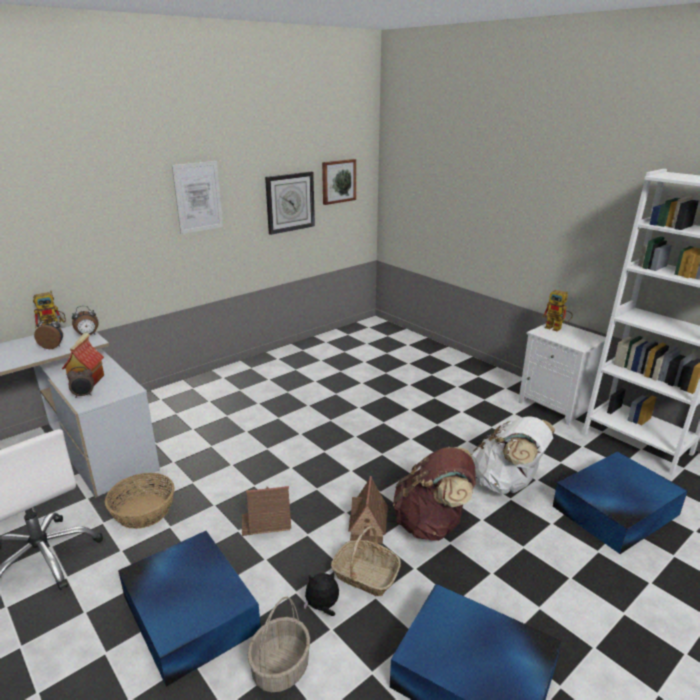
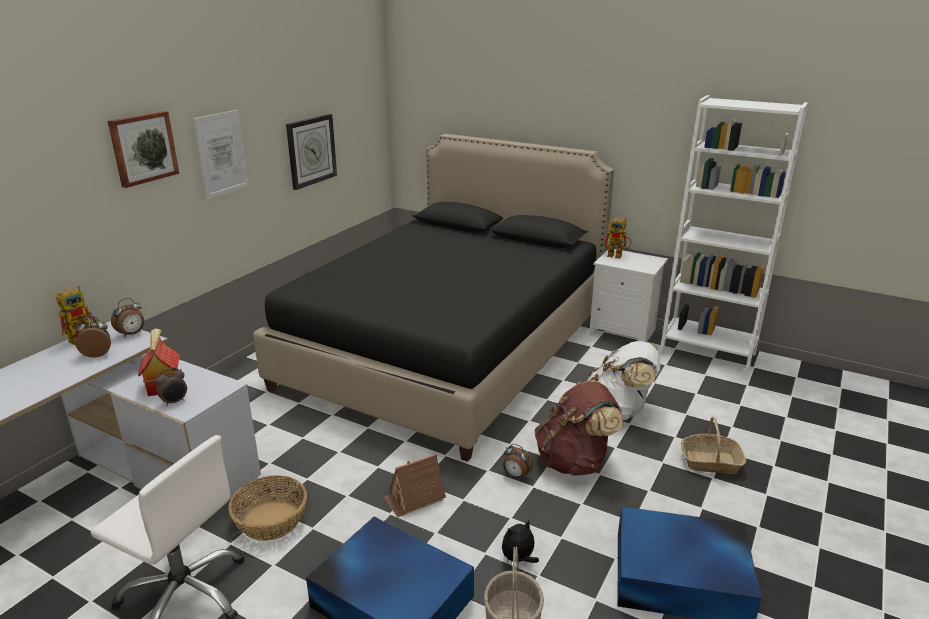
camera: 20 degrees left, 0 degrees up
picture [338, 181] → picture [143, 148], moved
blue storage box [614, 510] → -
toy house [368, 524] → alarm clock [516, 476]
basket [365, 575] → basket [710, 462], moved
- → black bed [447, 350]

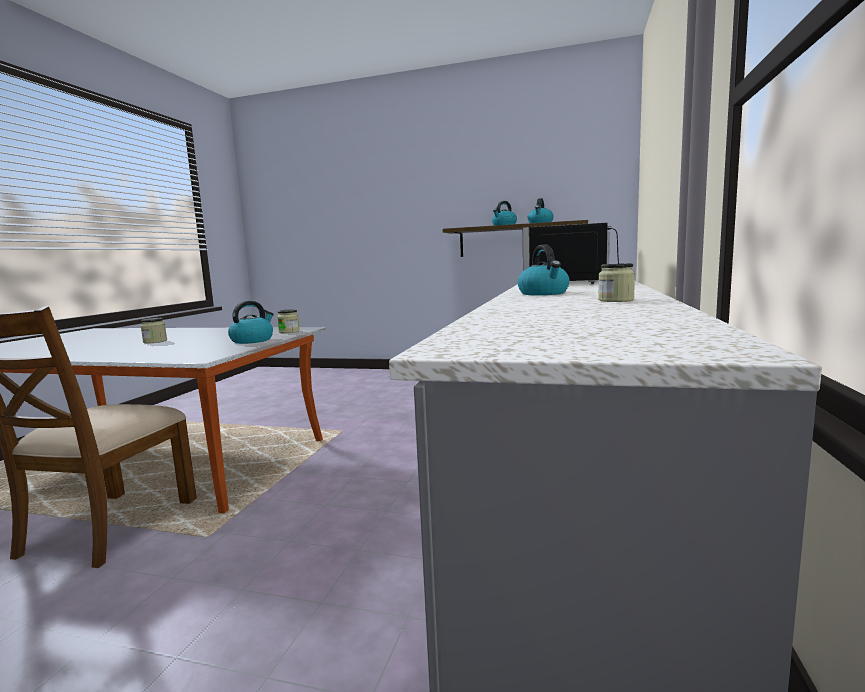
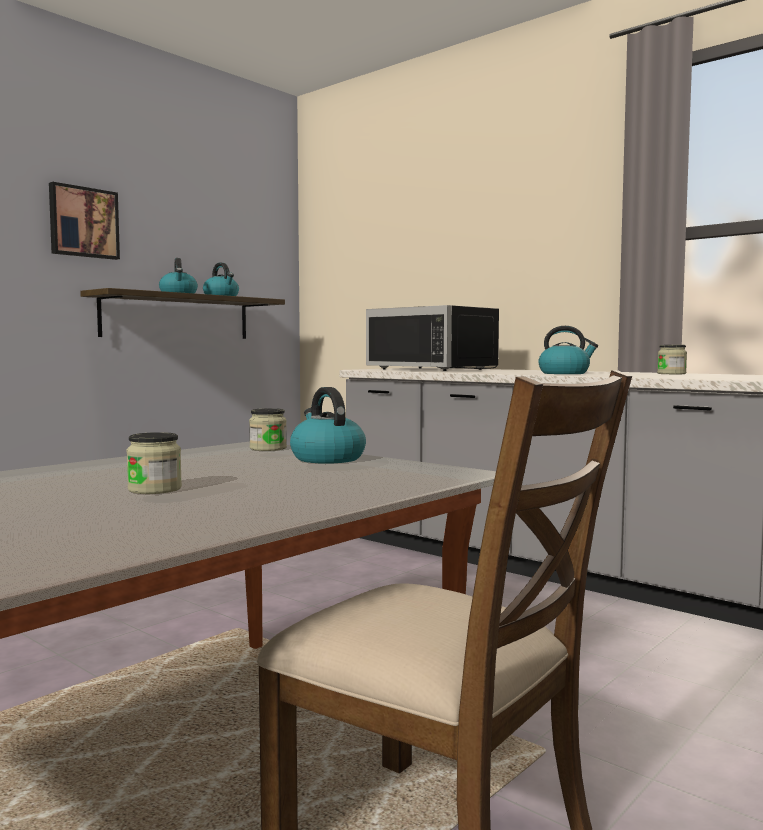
camera: 65 degrees left, 5 degrees down
- → picture [83, 222]

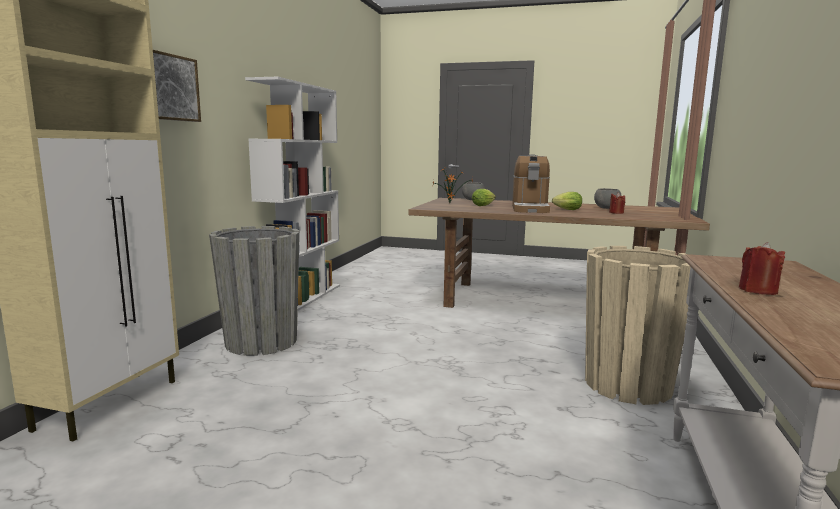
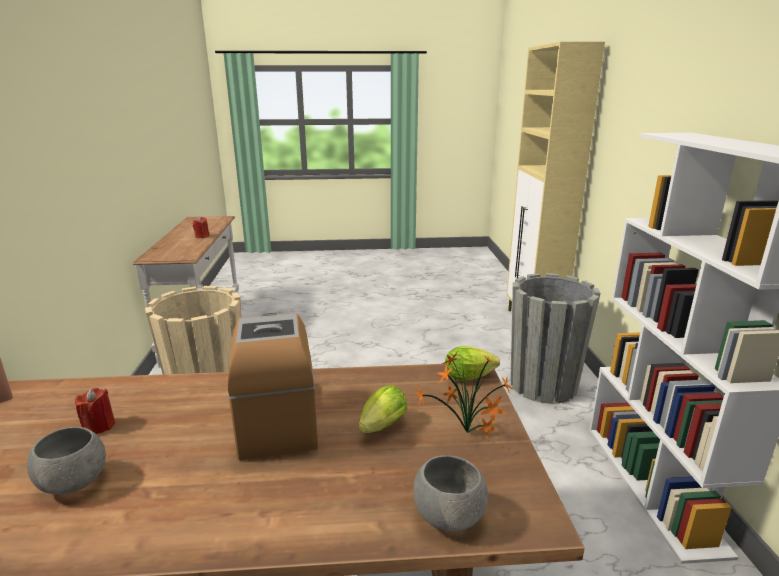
camera: 160 degrees right, 10 degrees up
picture [171, 88] → -
lettuce [566, 209] → lettuce [472, 377], moved

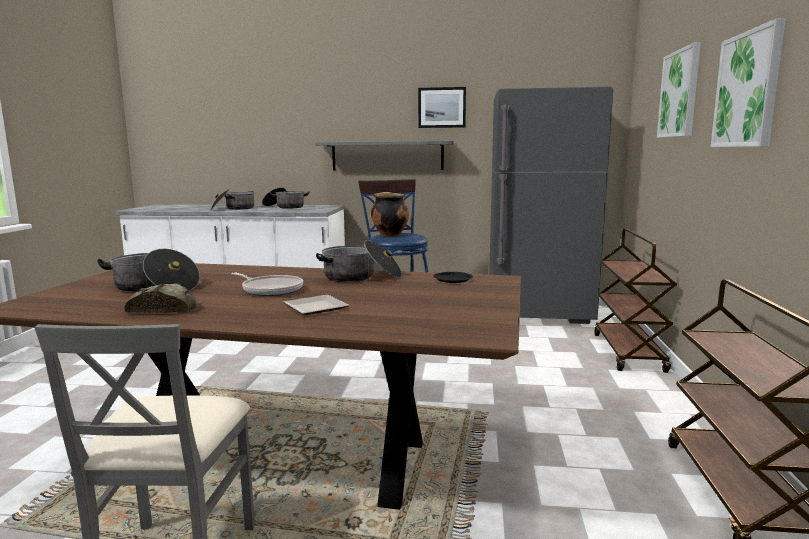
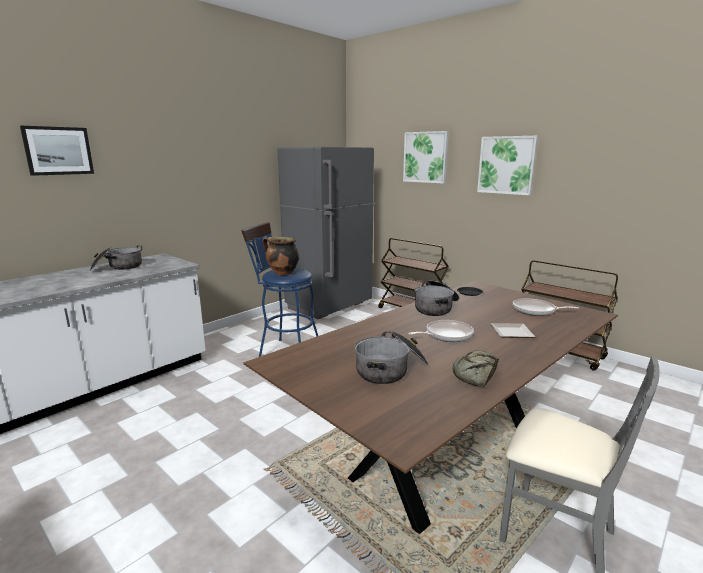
camera: 55 degrees left, 5 degrees up
picture [442, 107] → picture [58, 151], moved
grey shelf [387, 155] → -
cooking pot [233, 208] → -
- → frying pan [536, 311]

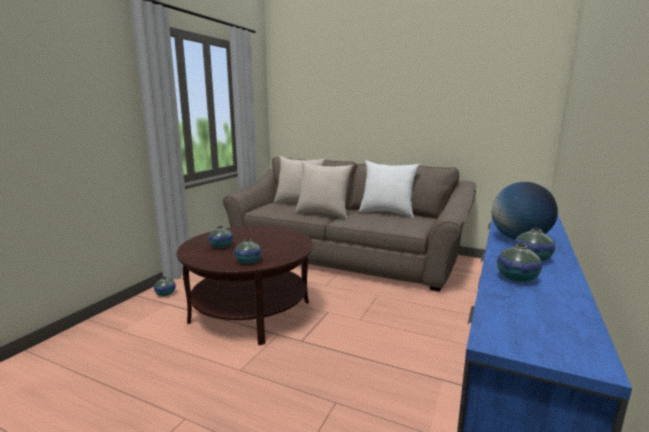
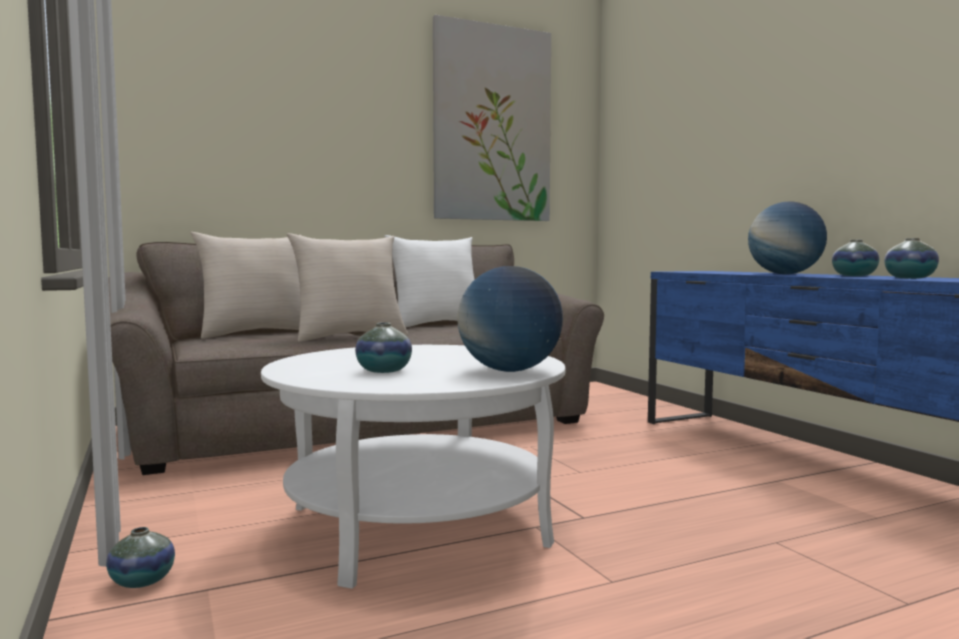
camera: 50 degrees left, 10 degrees down
brown coffee table [251, 311] → white coffee table [418, 524]
vase [248, 261] → globe [509, 371]
- → picture [492, 124]

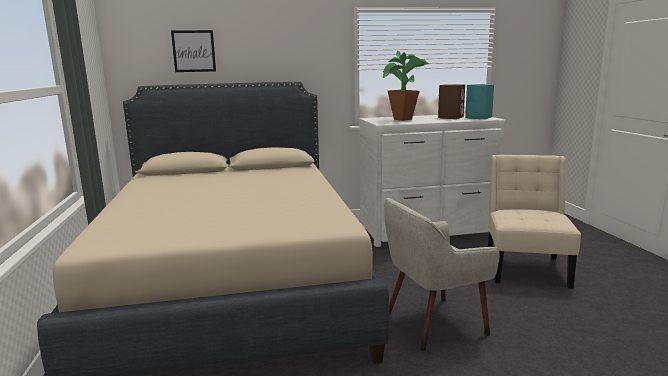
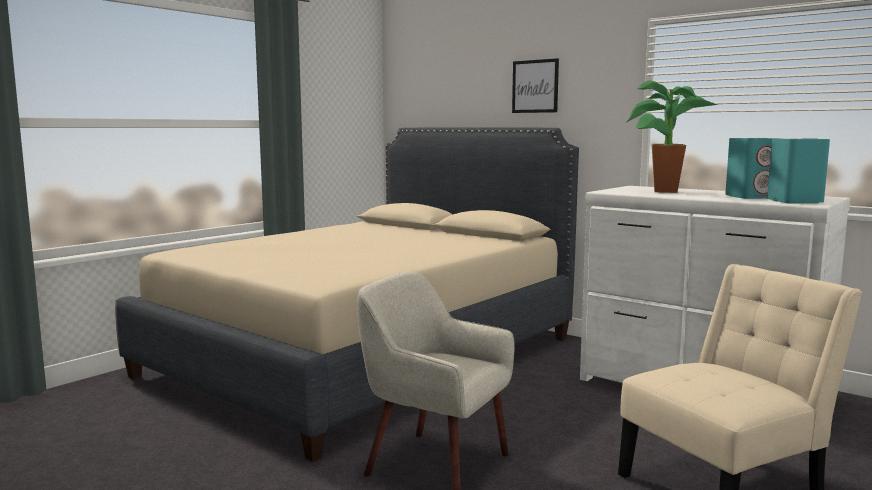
camera: 50 degrees right, 5 degrees down
picture [194, 51] → picture [535, 86], moved
brown speaker [451, 117] → turquoise speaker [751, 197]

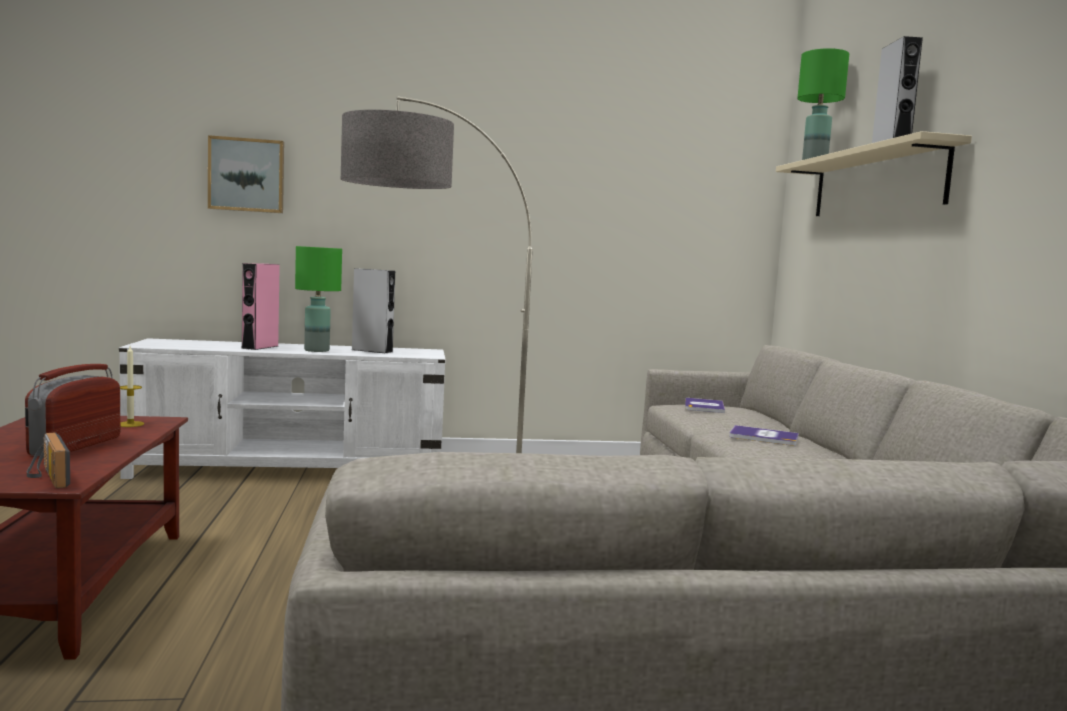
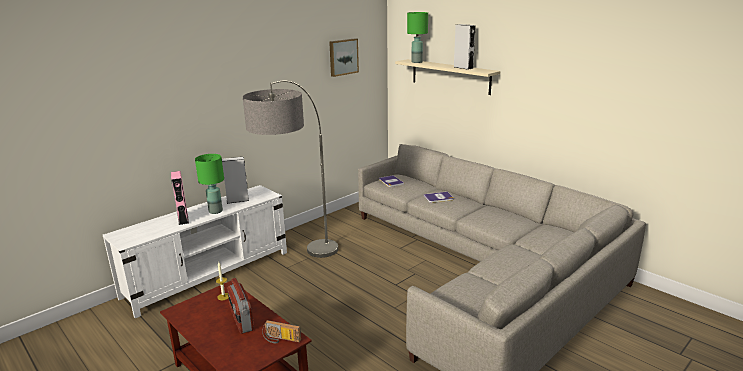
camera: 35 degrees left, 15 degrees up
picture [247, 175] → picture [343, 57], moved

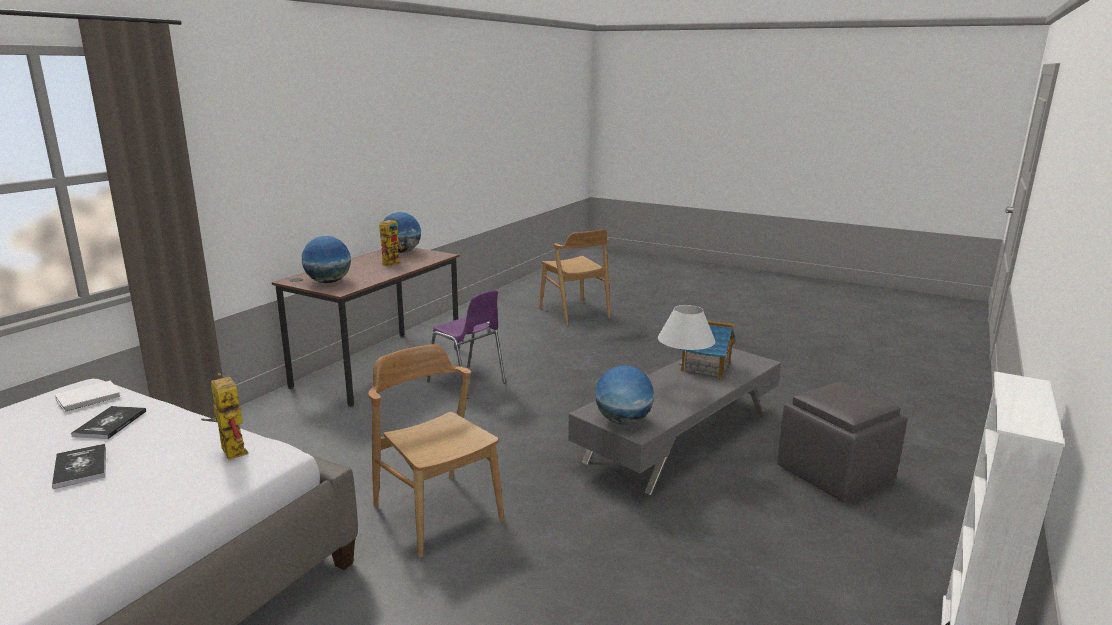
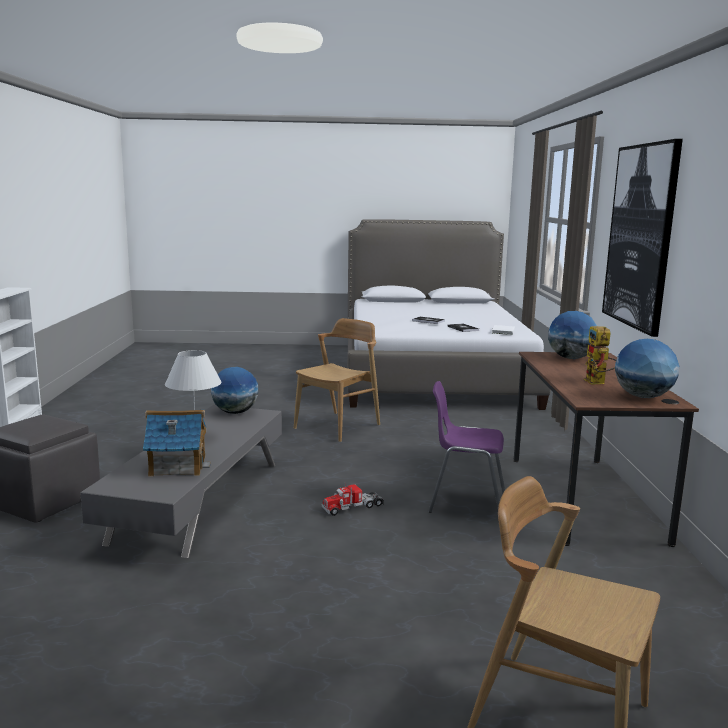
camera: 150 degrees right, 5 degrees down
brown chair [437, 513] → brown chair [338, 426], 75 degrees counterclockwise
toy robot [229, 449] → -
- → picture [640, 236]
- → toy truck [353, 507]

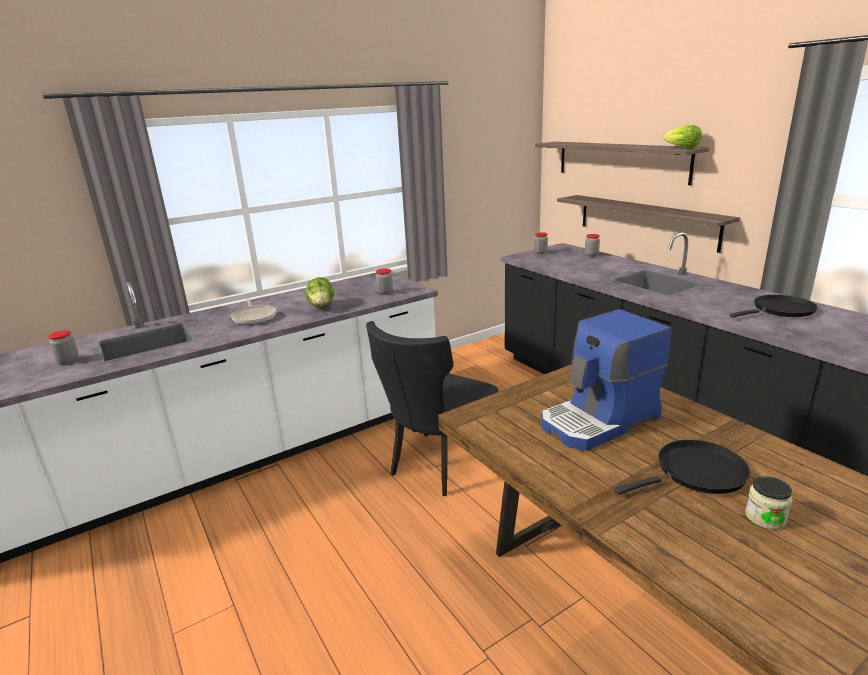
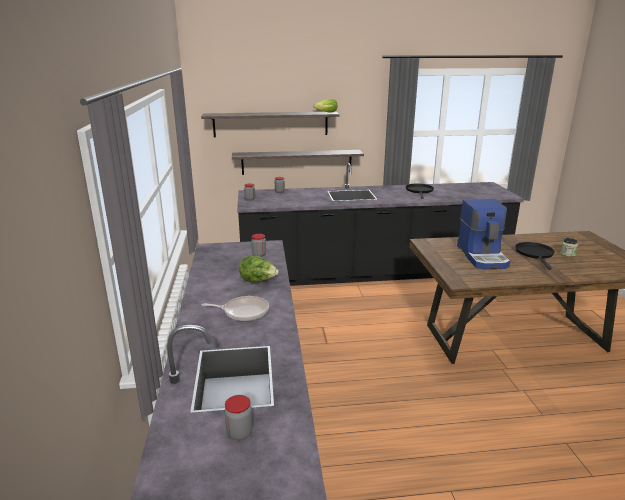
camera: 65 degrees left, 0 degrees up
black chair [437, 466] → -

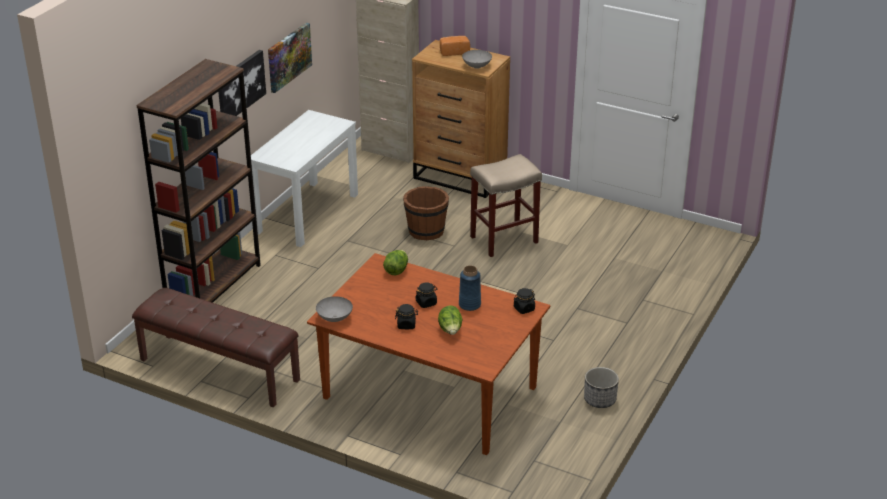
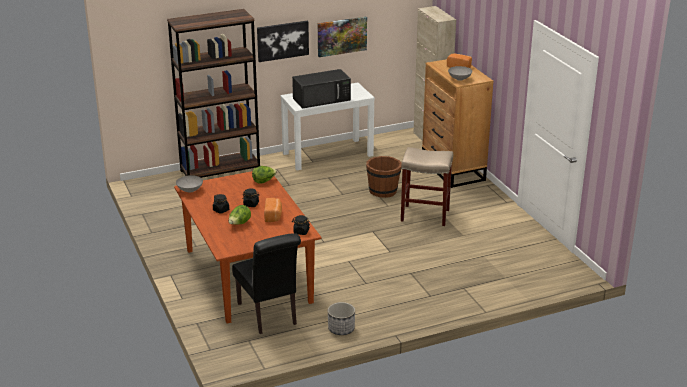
camera: 40 degrees right, 5 degrees down
blue vase [469, 305] → bread [273, 216]
brown bench [218, 370] → -
- → black microwave [322, 99]
- → black chair [269, 316]

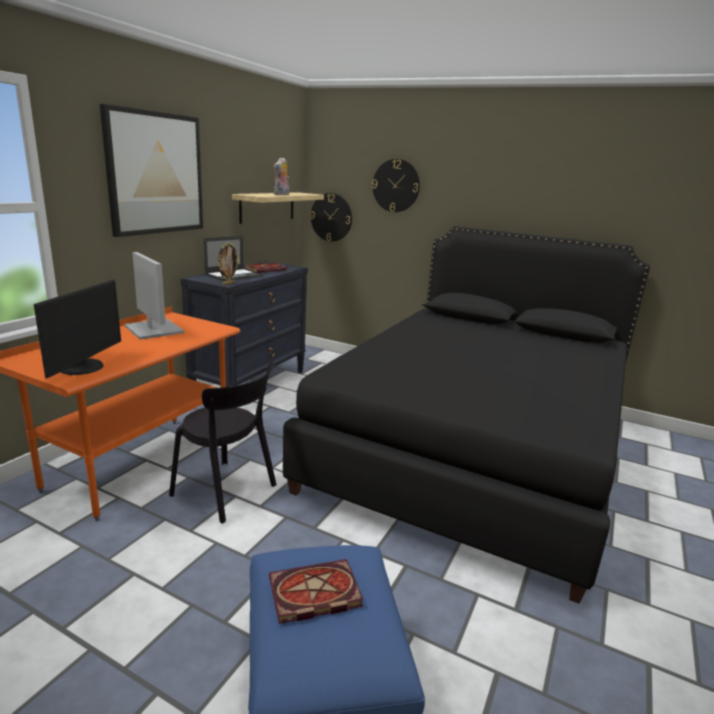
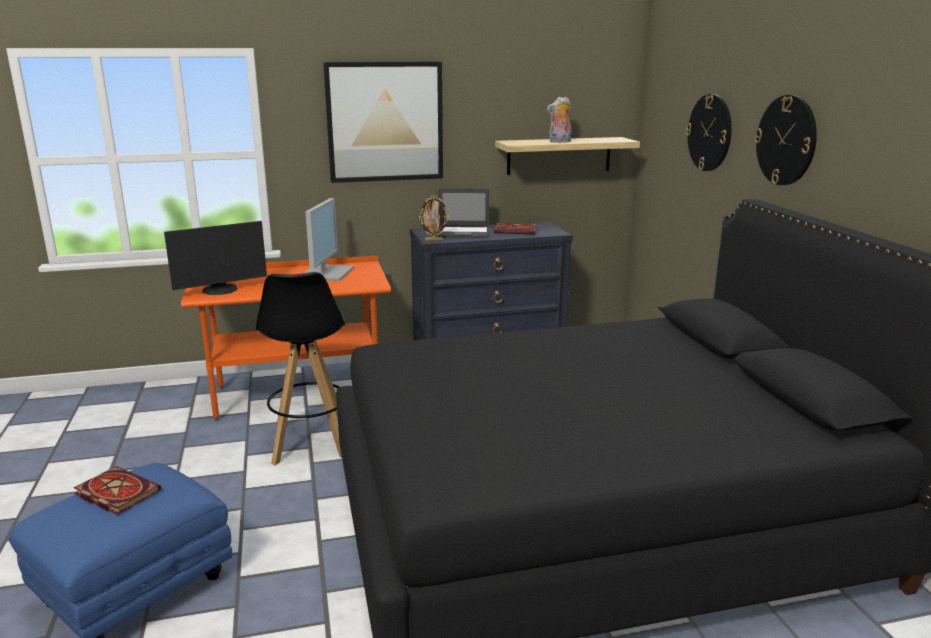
camera: 50 degrees right, 0 degrees up
wall clock [331, 217] → wall clock [786, 140], moved
black chair [227, 492] → black stool [310, 441]

